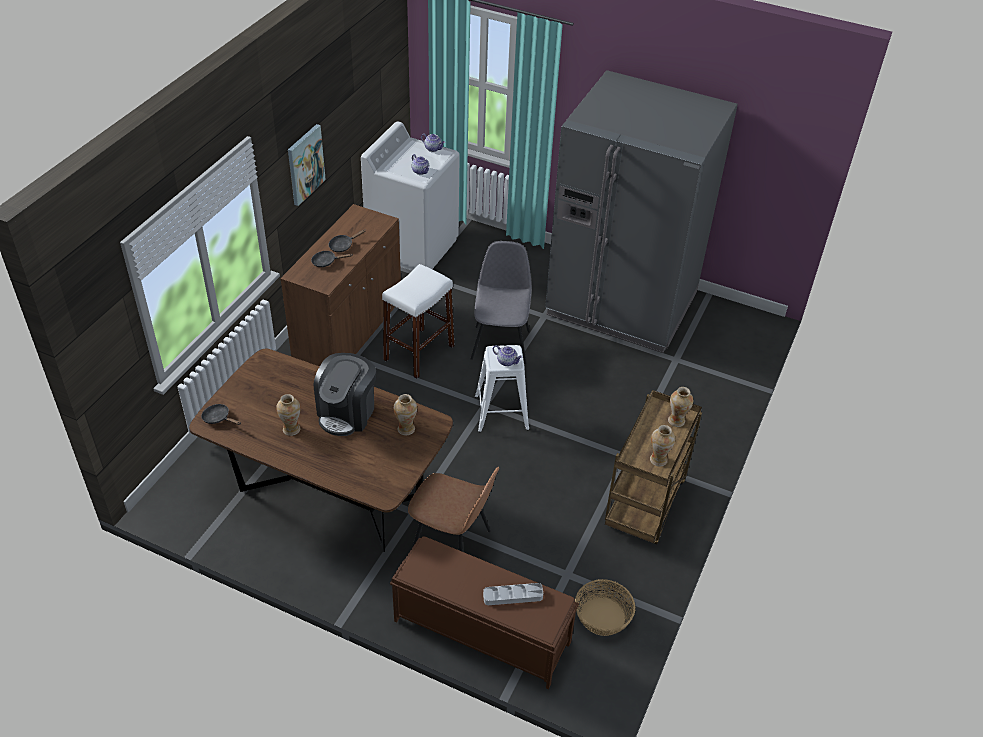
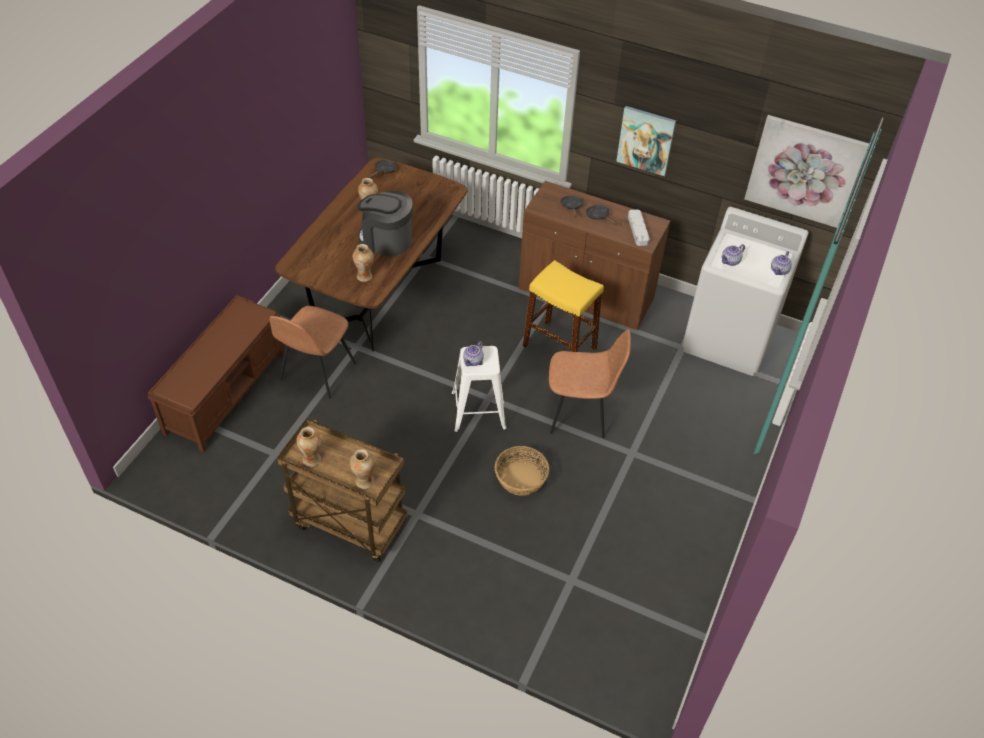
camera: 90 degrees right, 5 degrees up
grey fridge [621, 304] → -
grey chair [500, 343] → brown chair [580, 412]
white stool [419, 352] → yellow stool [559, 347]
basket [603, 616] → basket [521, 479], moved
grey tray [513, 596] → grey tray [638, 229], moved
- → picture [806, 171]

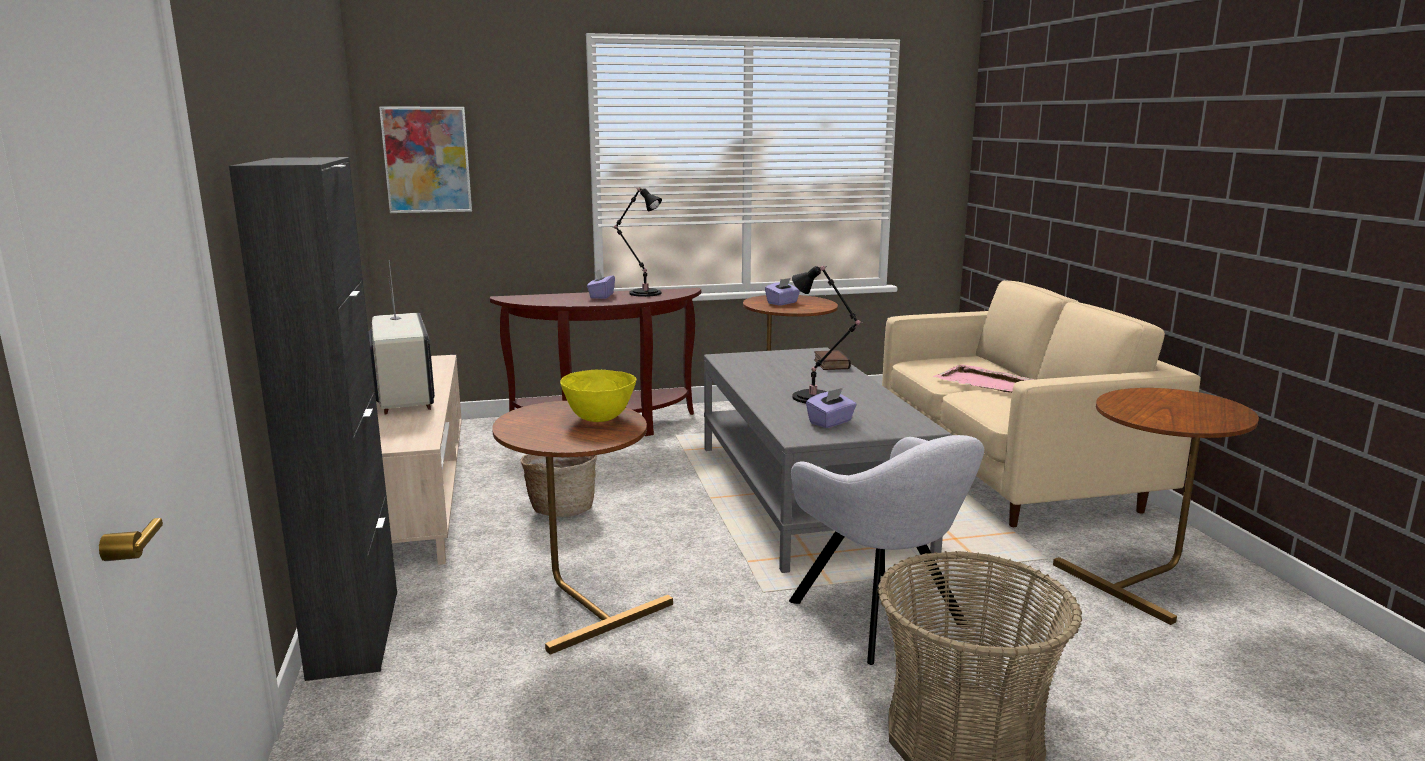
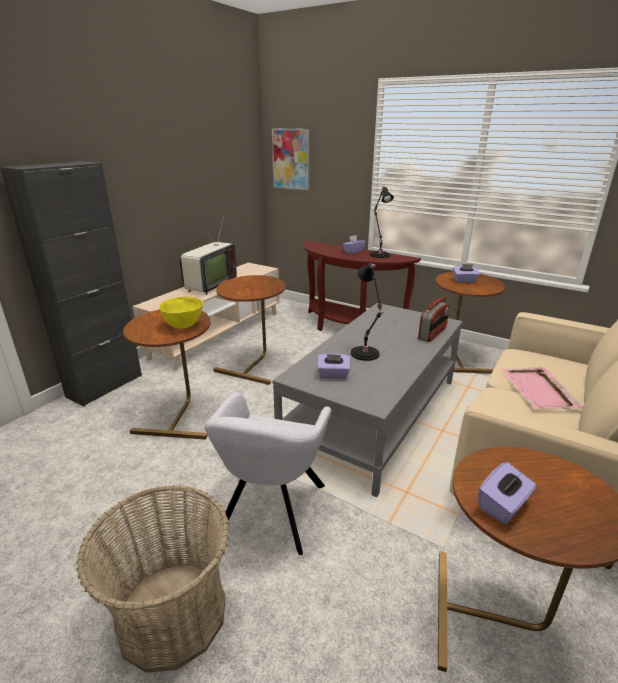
camera: 45 degrees right, 10 degrees up
book [830, 364] → radio [432, 334]
basket [561, 508] → brown side table [255, 364]
- → purple tissue box [503, 506]

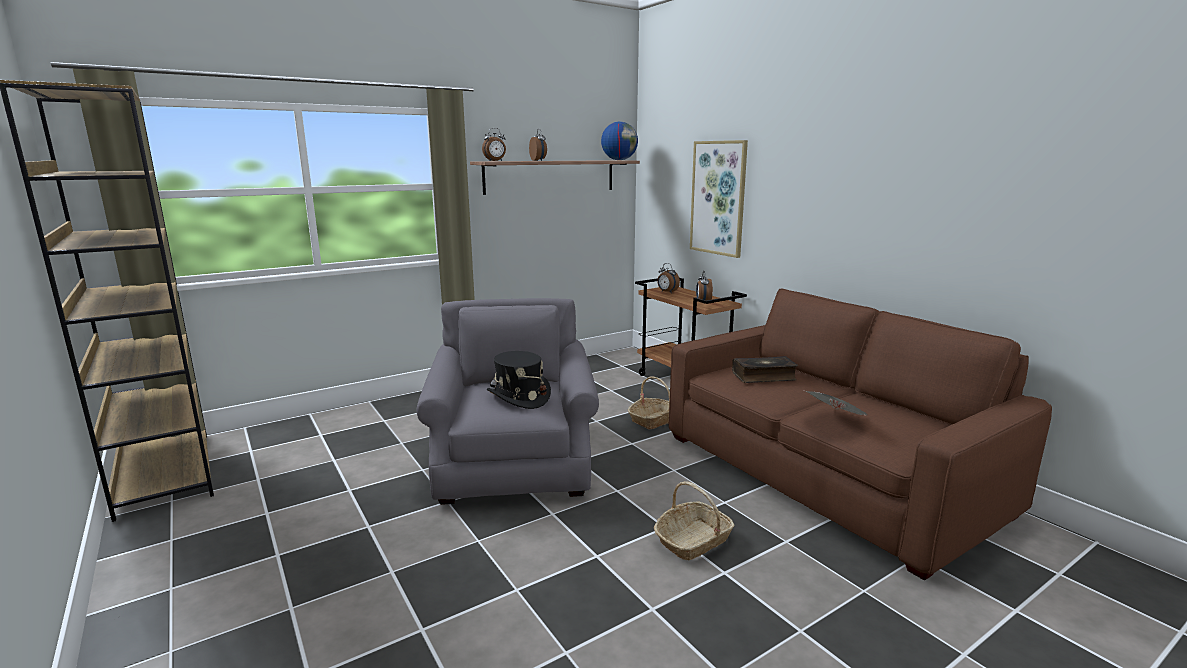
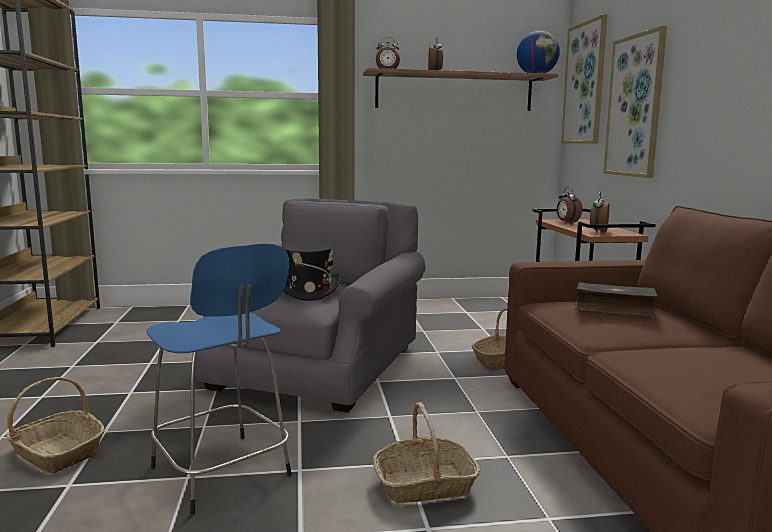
camera: 25 degrees right, 5 degrees down
newspaper [836, 420] → -
- → picture [585, 84]
- → blue stool [222, 474]
- → basket [57, 453]

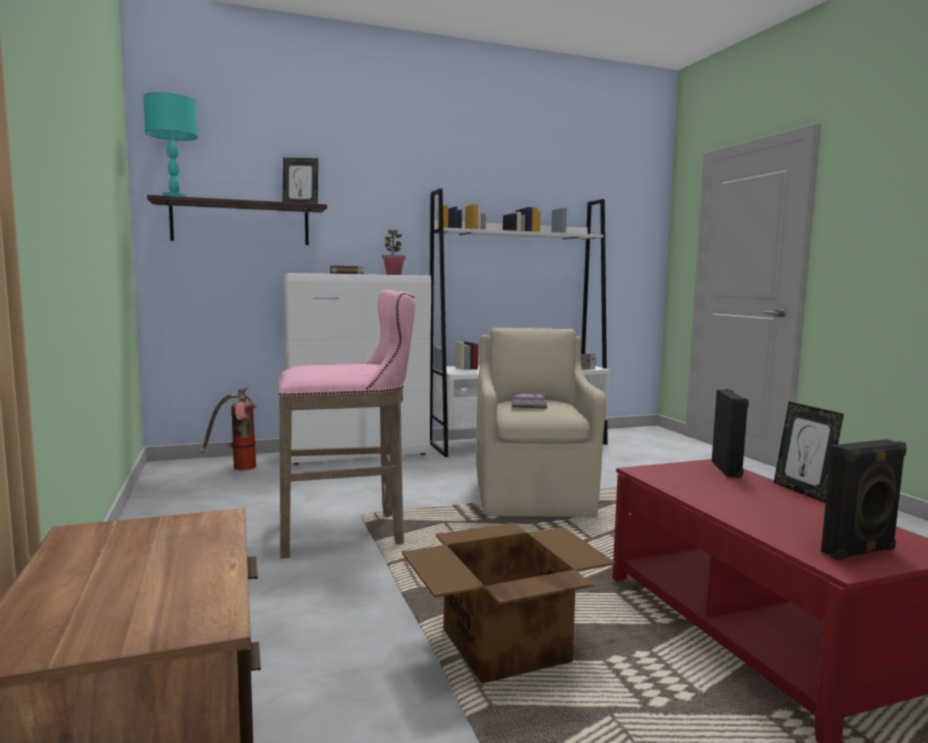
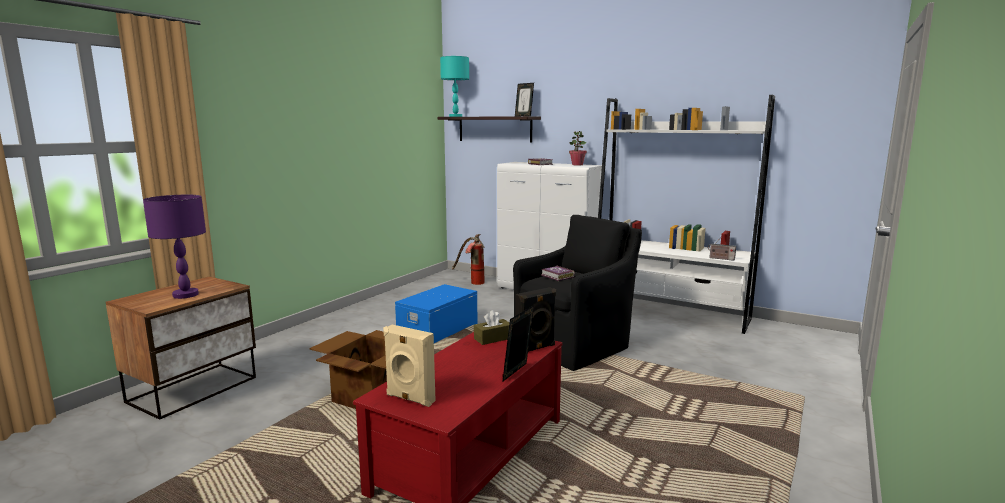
camera: 50 degrees right, 5 degrees up
pink stool [347, 533] → blue storage box [437, 329]
beige armchair [533, 496] → black armchair [574, 346]
black speaker [860, 552] → beige speaker [409, 399]
- → purple table lamp [185, 295]
- → brown tissue box [493, 338]

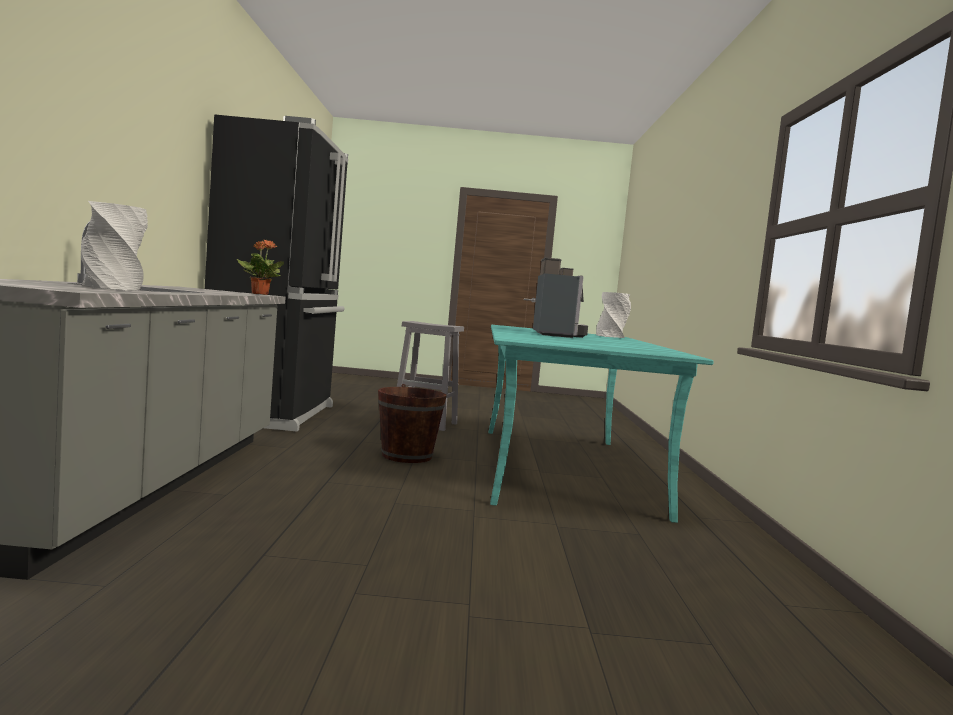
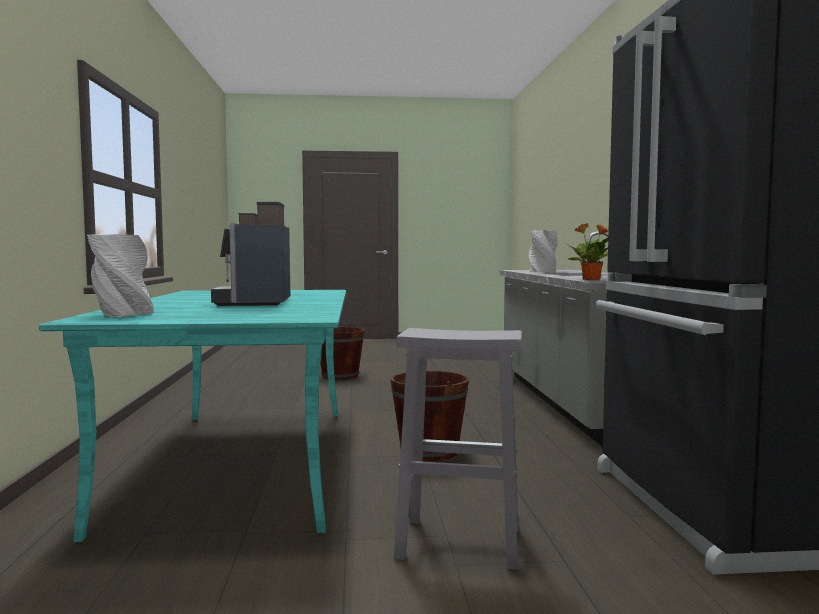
camera: 175 degrees right, 0 degrees up
- → brown bucket [340, 376]

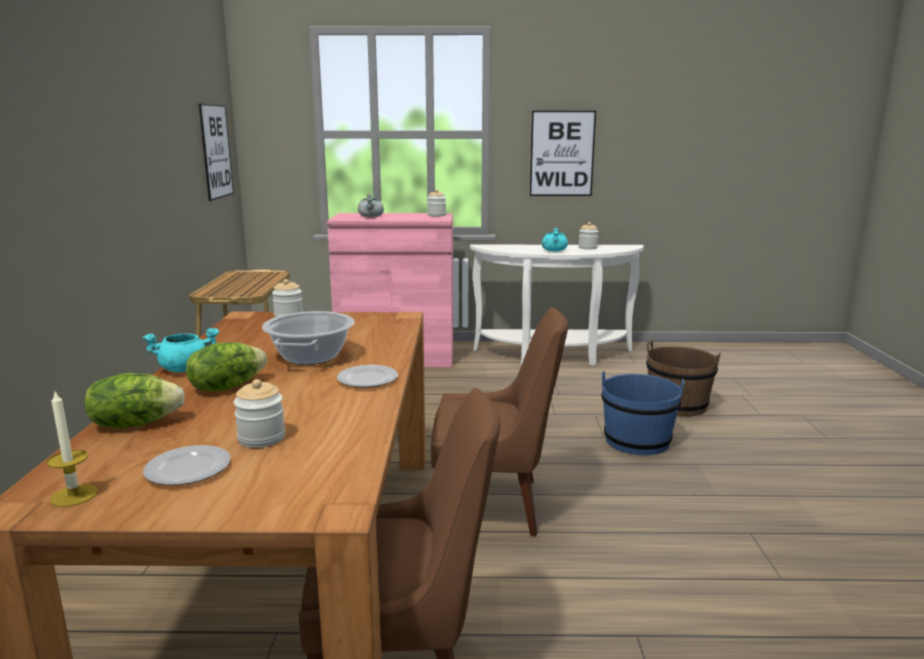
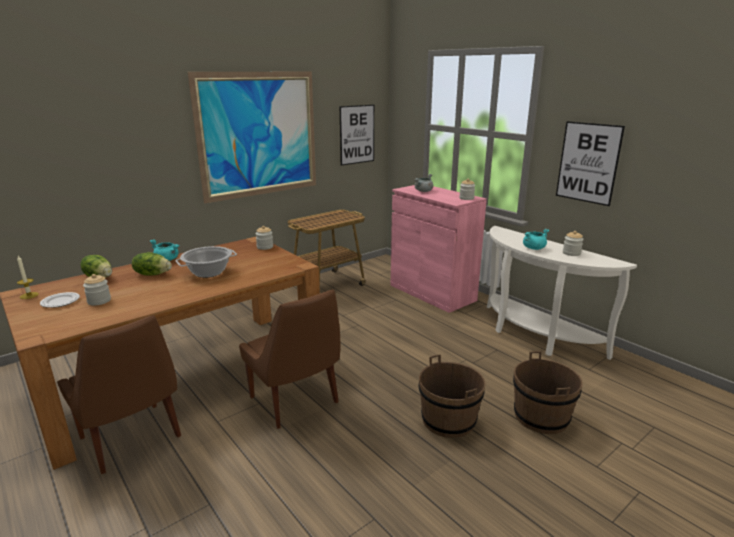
camera: 50 degrees right, 5 degrees up
plate [367, 379] → -
blue bucket [637, 441] → brown bucket [448, 420]
- → picture [259, 135]

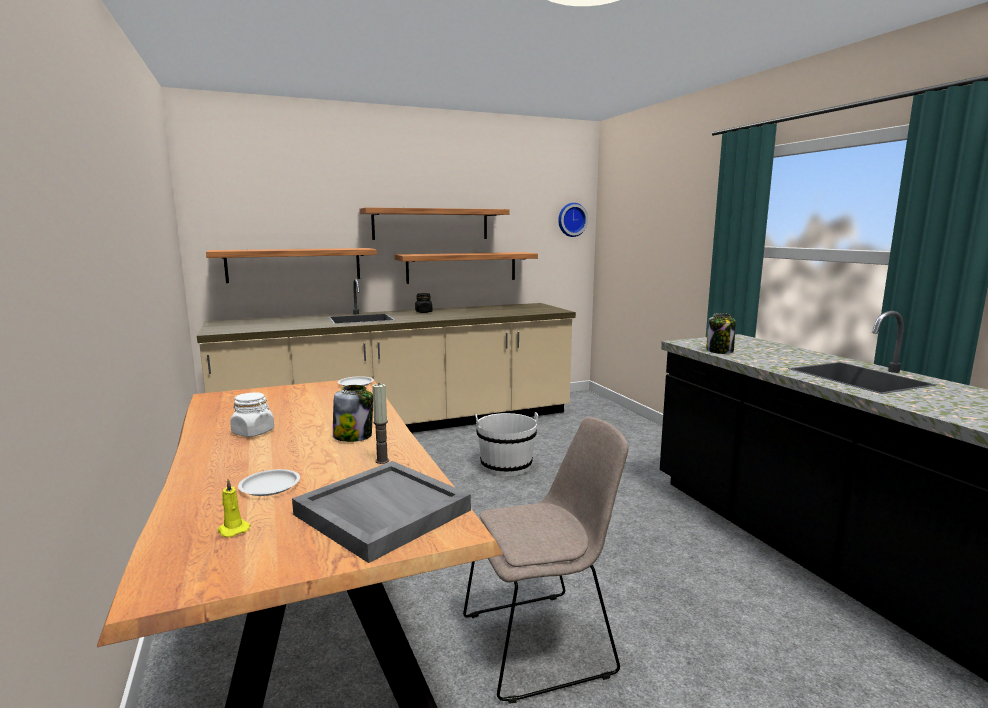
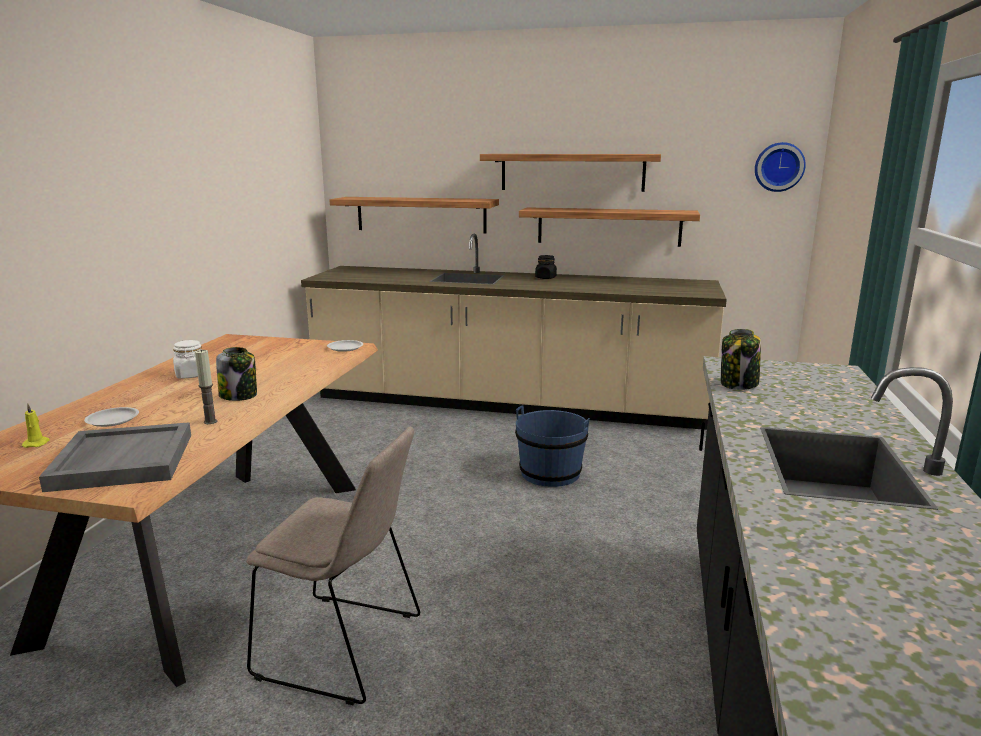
camera: 35 degrees right, 5 degrees up
white bucket [506, 466] → blue bucket [550, 473]

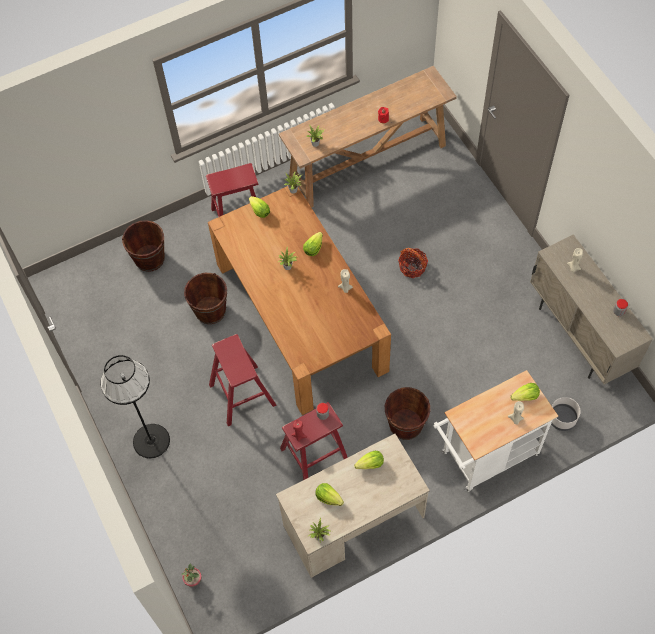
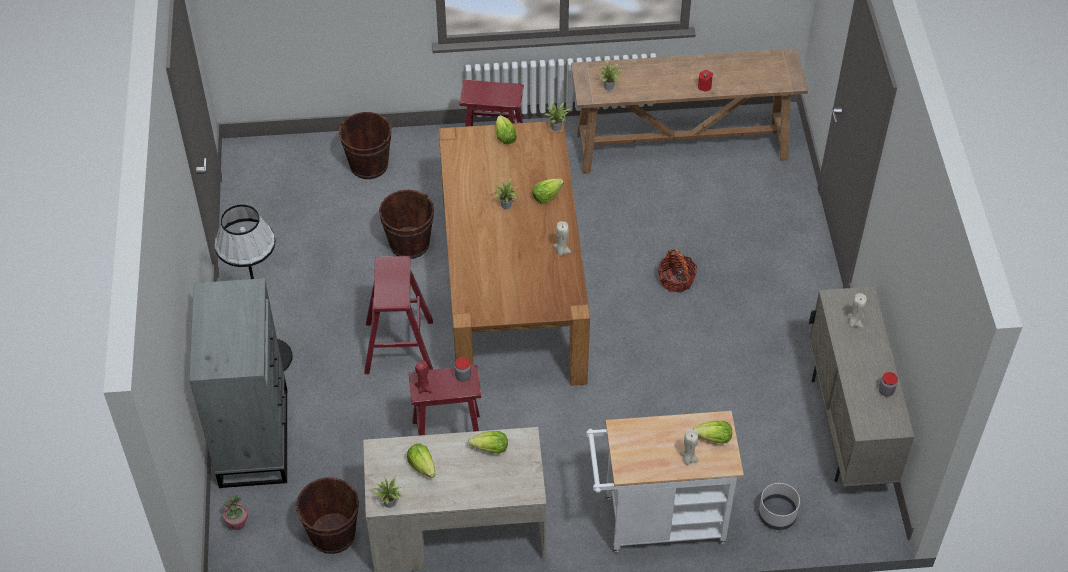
camera: 20 degrees right, 10 degrees down
brown bucket [405, 425] → brown bucket [332, 534], moved
- → grey dresser [254, 436]

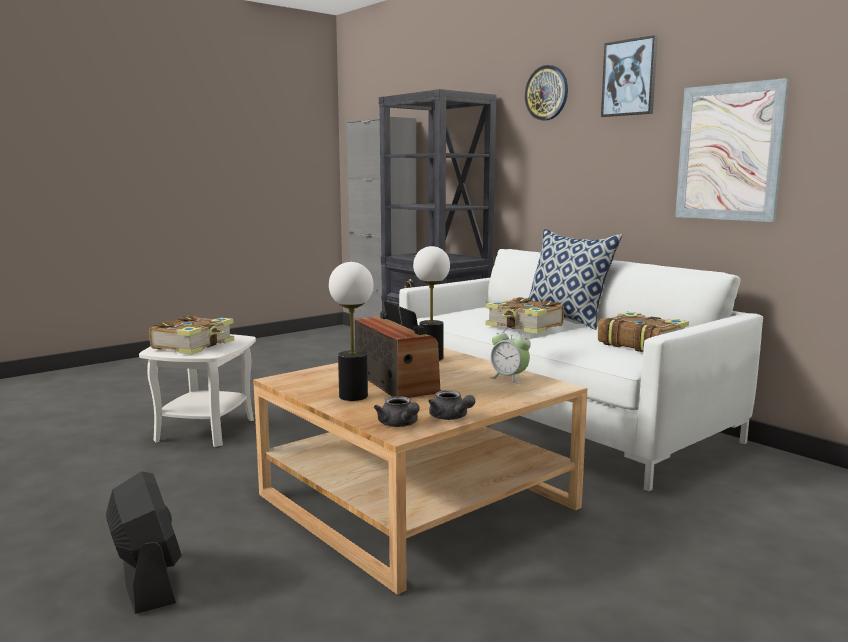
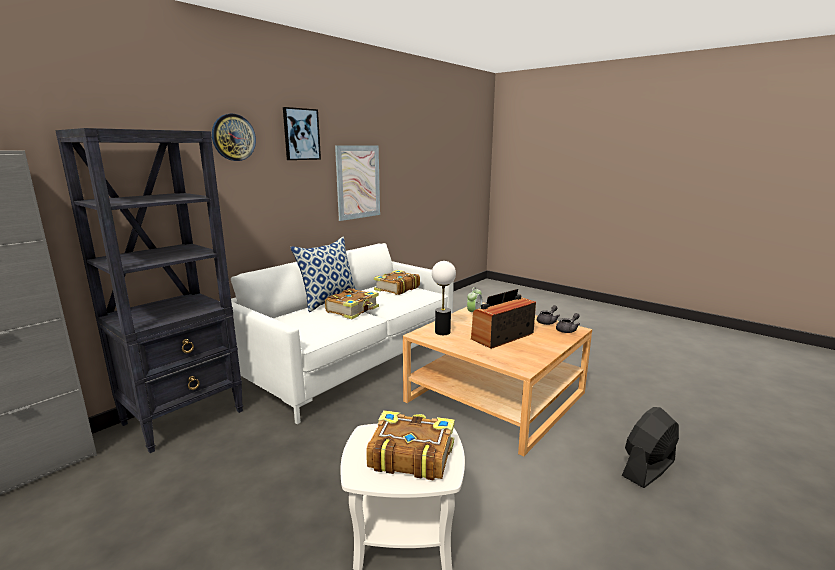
camera: 100 degrees left, 5 degrees up
table lamp [353, 396] → -

